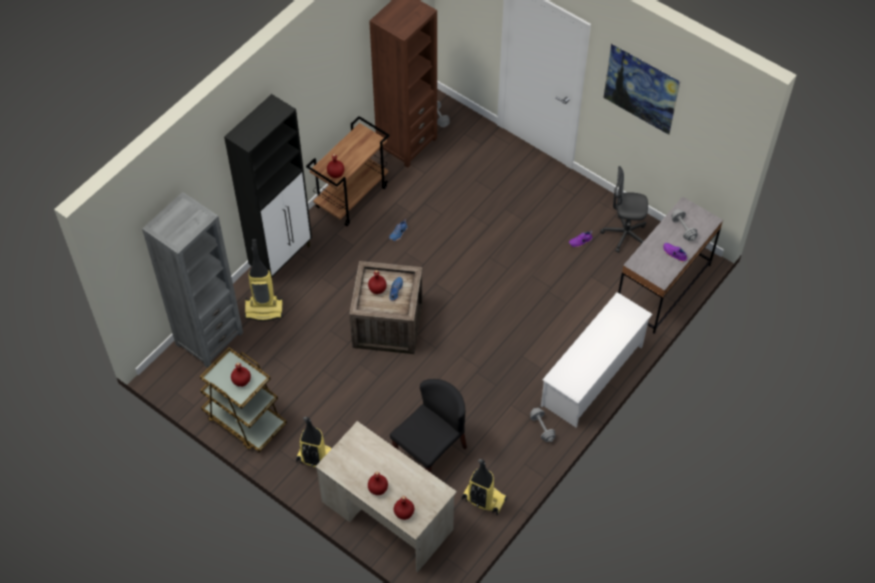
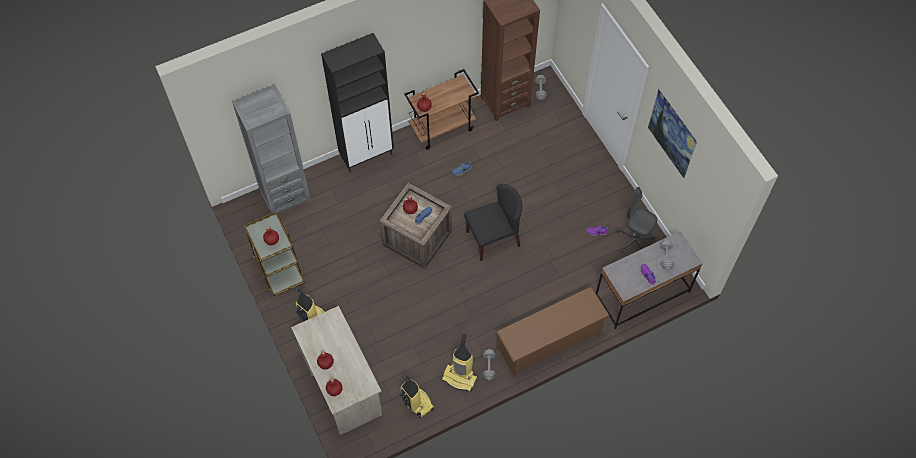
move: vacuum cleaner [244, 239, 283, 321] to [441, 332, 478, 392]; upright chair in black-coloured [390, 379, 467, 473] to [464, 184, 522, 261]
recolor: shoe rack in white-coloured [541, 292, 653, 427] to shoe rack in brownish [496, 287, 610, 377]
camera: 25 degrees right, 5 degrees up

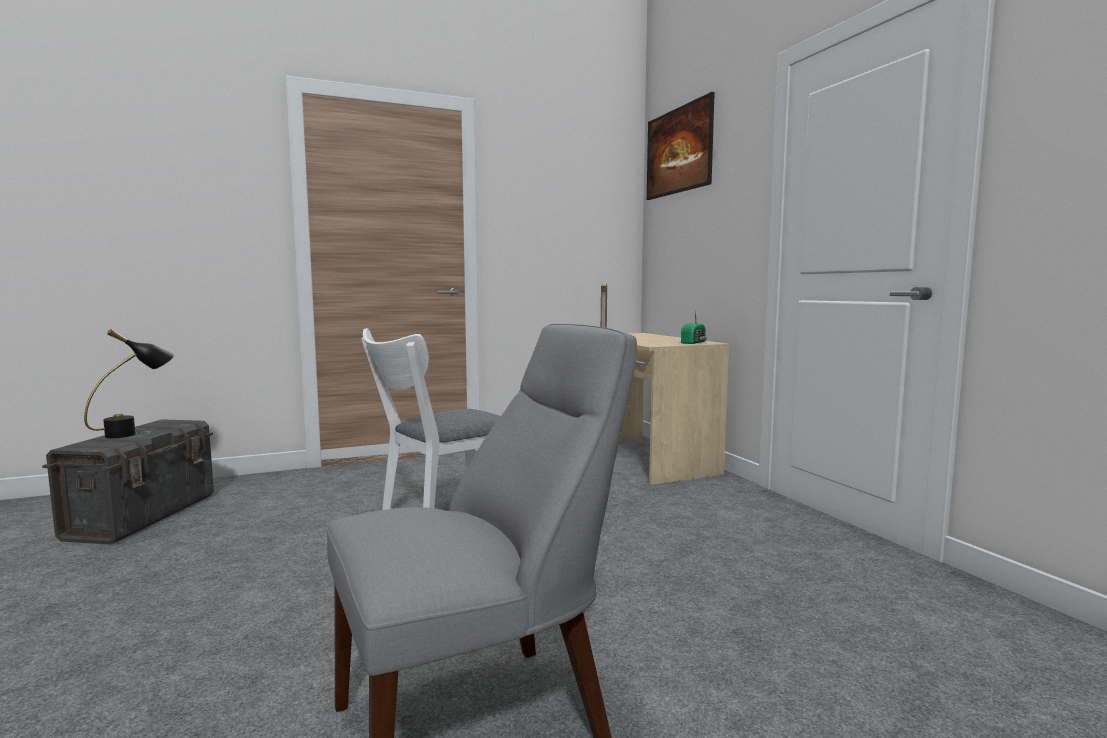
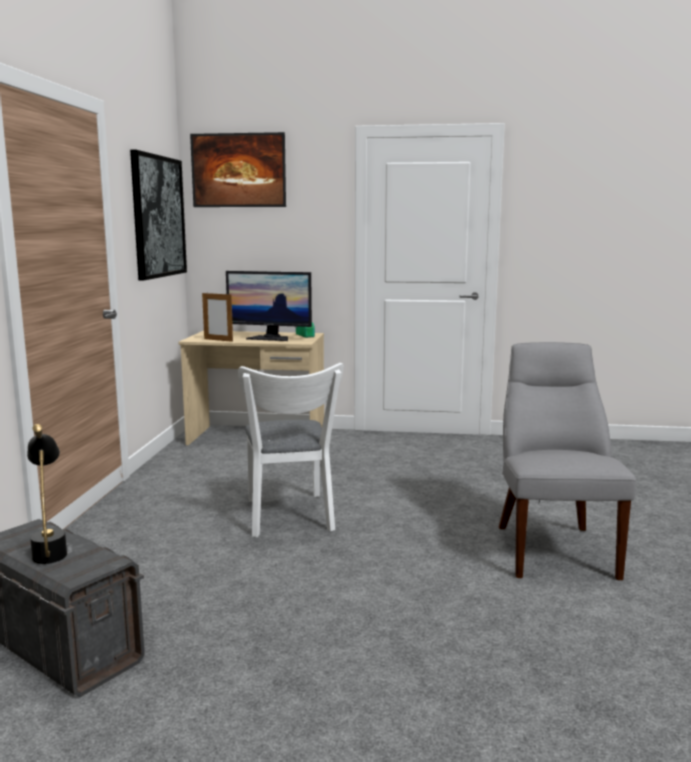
insert: wall picture [130, 150, 187, 281]; computer display [226, 271, 312, 341]
camera: 60 degrees left, 5 degrees up

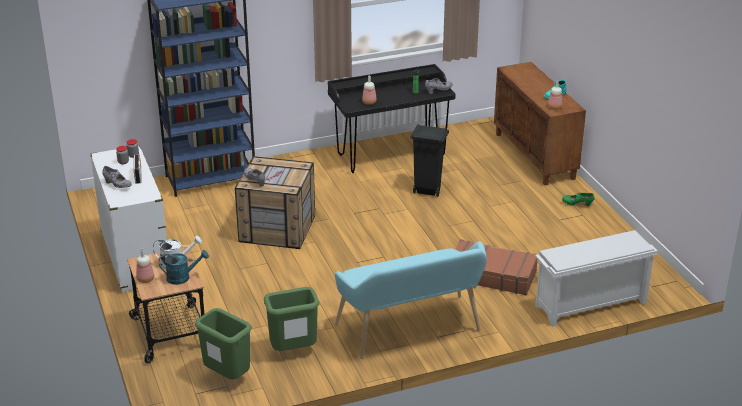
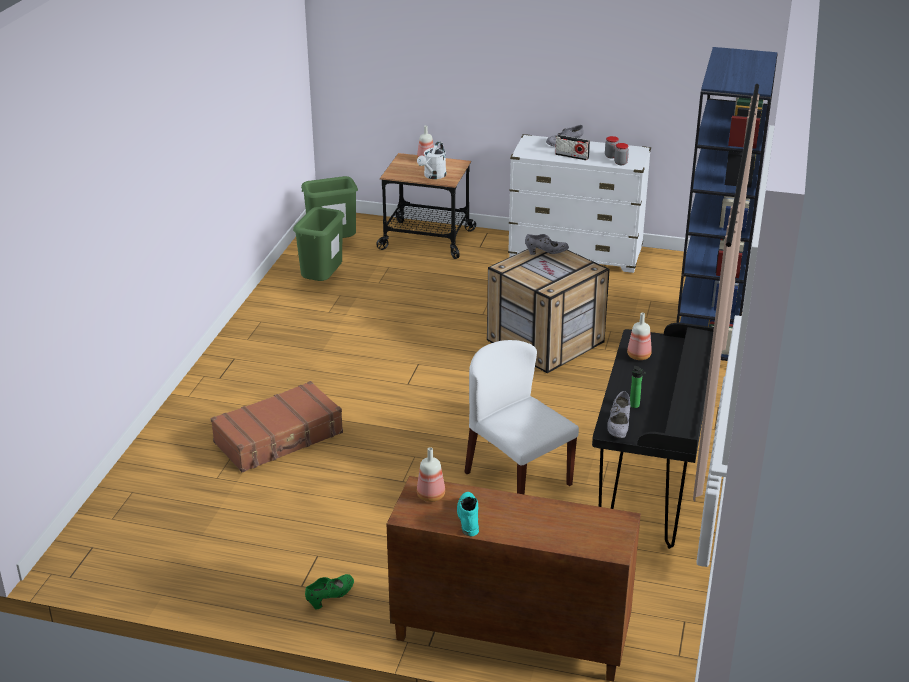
delete: watering can in turquoise [159, 250, 209, 285]; bench in turquoise [335, 241, 487, 359]; shoe rack in white-coloured [535, 230, 658, 327]
replace: rubbish bin in black-coloured [410, 125, 449, 197] to upright chair in white-coloured [464, 340, 579, 495]
camera: 125 degrees right, 0 degrees up

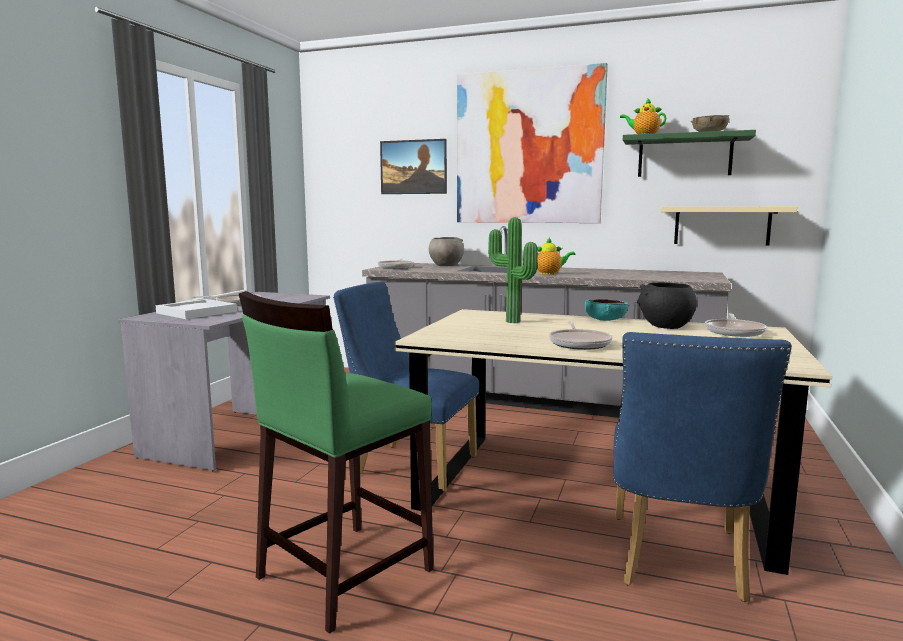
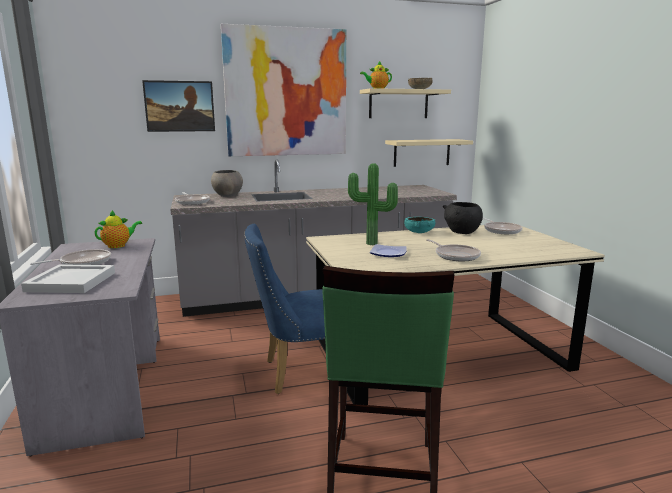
delete: upright chair in bluish [613, 332, 792, 602]
insert: plate [370, 244, 407, 257]
move: pot for tea [537, 237, 575, 275] to [94, 210, 142, 248]
recolor: bracket shelf in greenish [623, 130, 756, 177] to bracket shelf in sand-coloured [360, 88, 451, 118]
camera: 35 degrees left, 5 degrees up

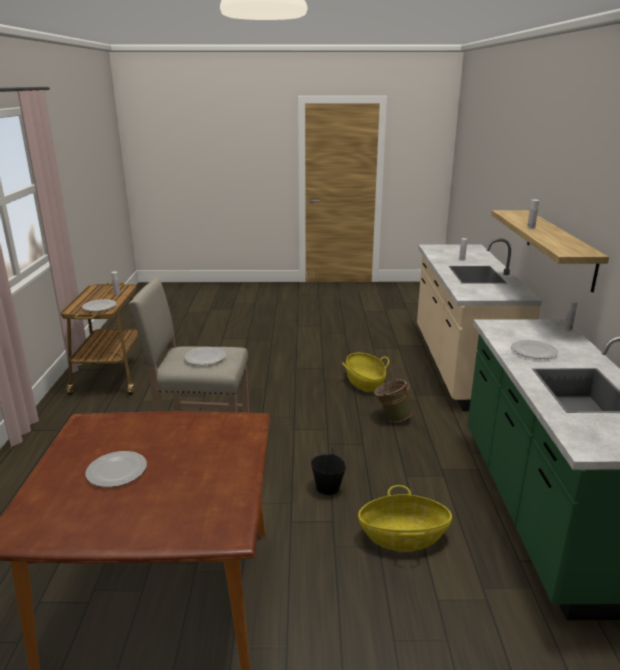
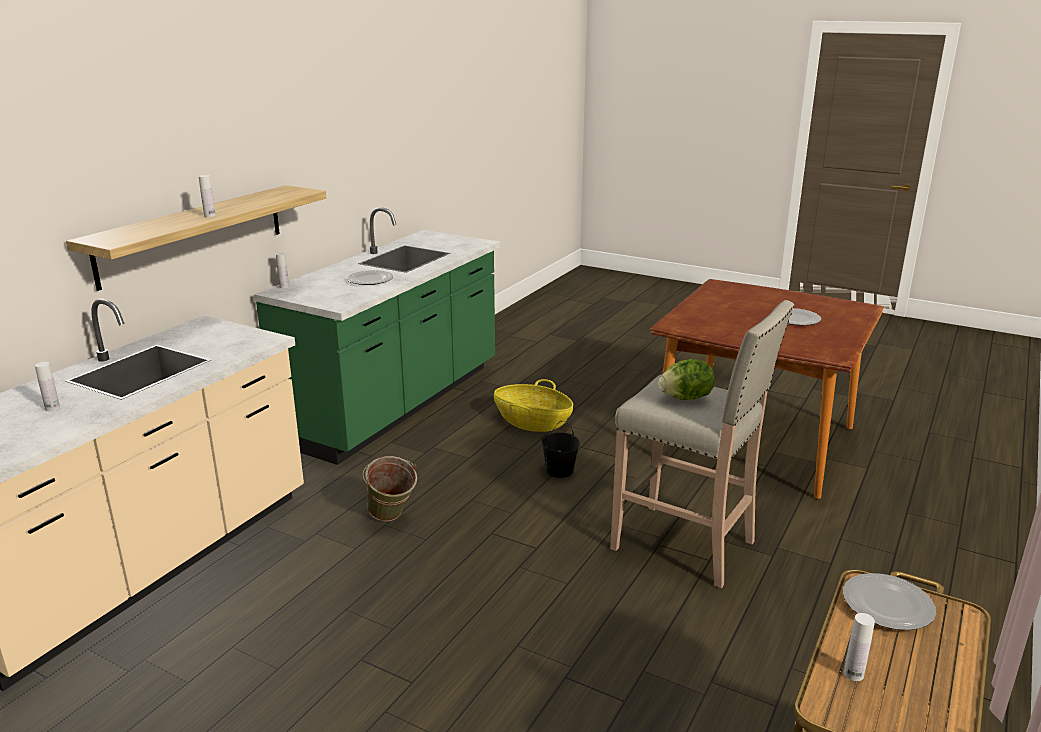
delete: storage basket [342, 353, 389, 392]
replace: plate [184, 347, 226, 365] to lettuce [658, 359, 714, 400]
camera: 150 degrees left, 0 degrees up

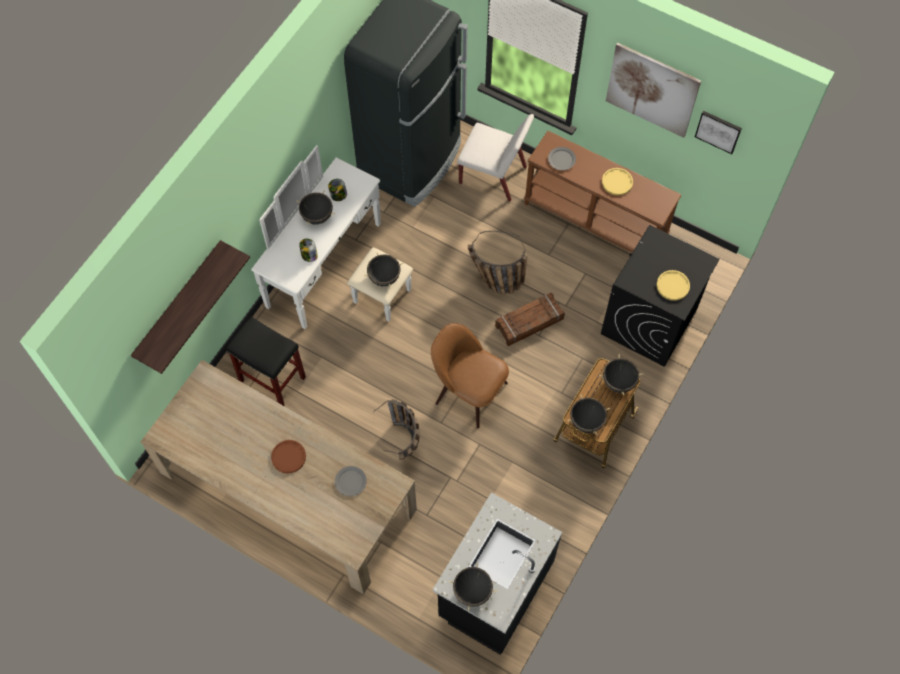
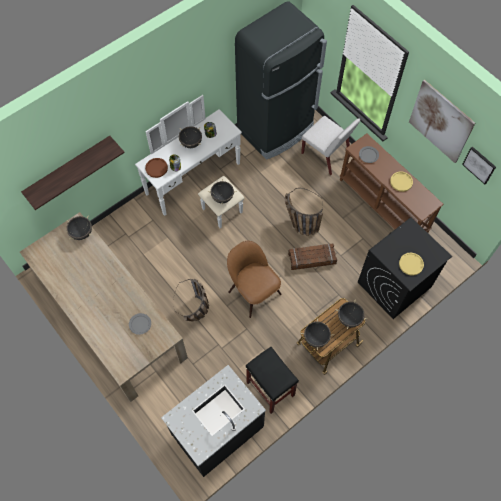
move: cooking pot in black-coloured [449, 562, 497, 611] to [66, 216, 92, 240]; plate in brownish [271, 440, 306, 473] to [145, 158, 168, 178]; stool in black-coloured [226, 316, 306, 406] to [246, 347, 299, 414]
camera: 20 degrees right, 0 degrees up

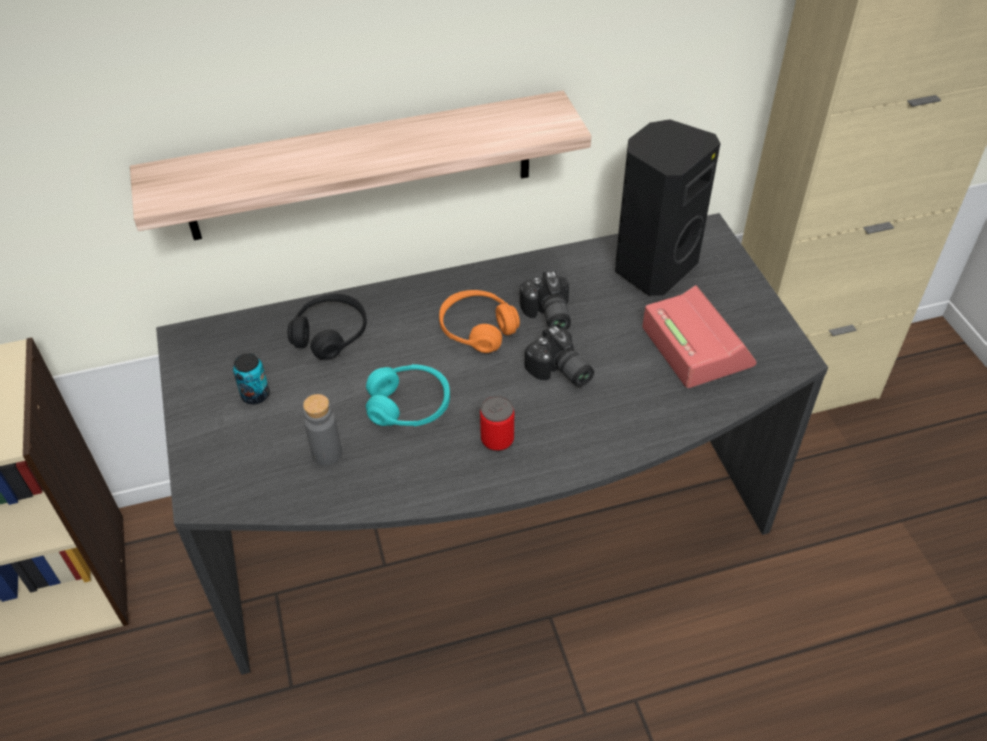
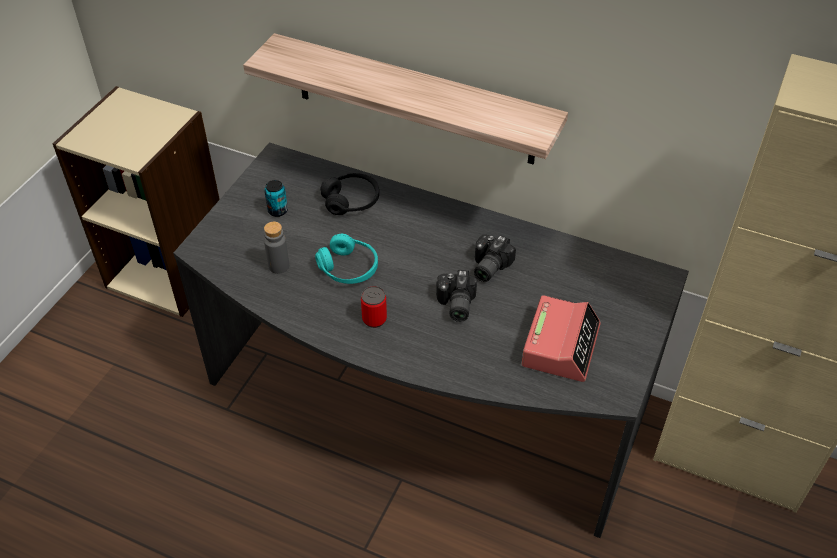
delete: pair of headphones in orange [439, 290, 520, 353]; audio speaker in black-coloured [615, 119, 721, 296]
camera: 40 degrees right, 0 degrees up

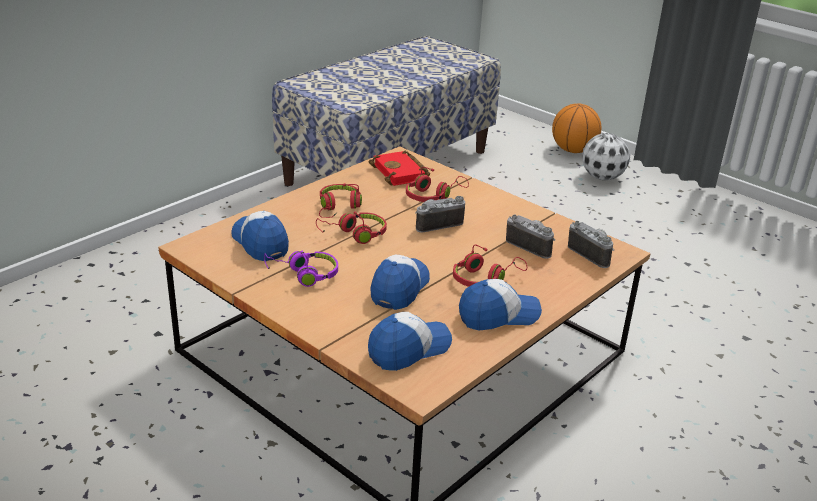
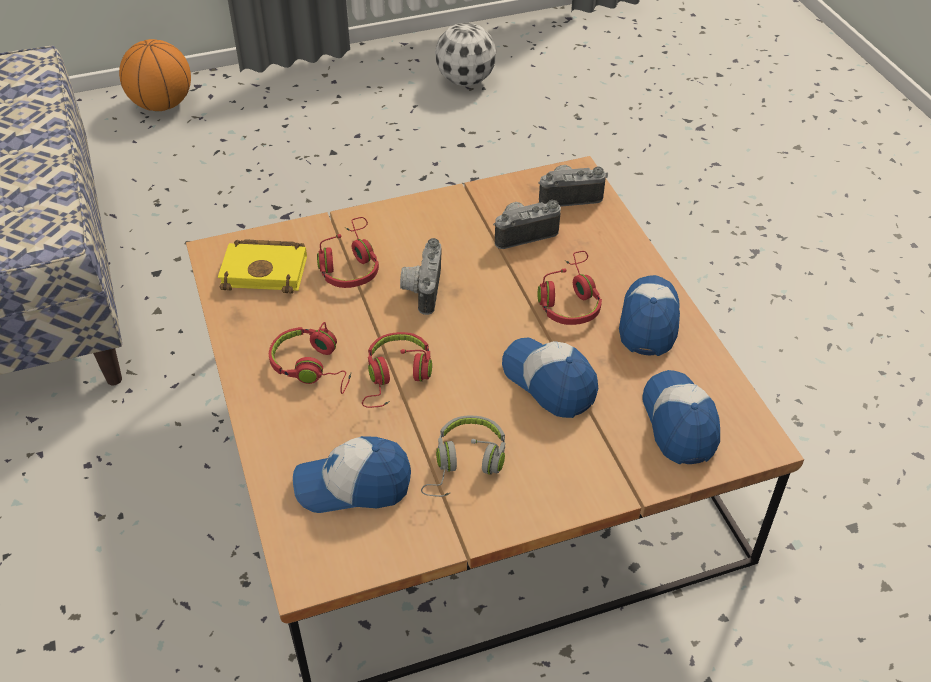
move: ball for football [582, 133, 630, 180] to [435, 23, 496, 86]
recolor: volume in reddish [369, 151, 430, 186] to volume in yellow-coloured [218, 239, 307, 293]; pair of headphones in purple-coloured [264, 251, 338, 287] to pair of headphones in grey [421, 415, 505, 497]
camera: 60 degrees left, 15 degrees up

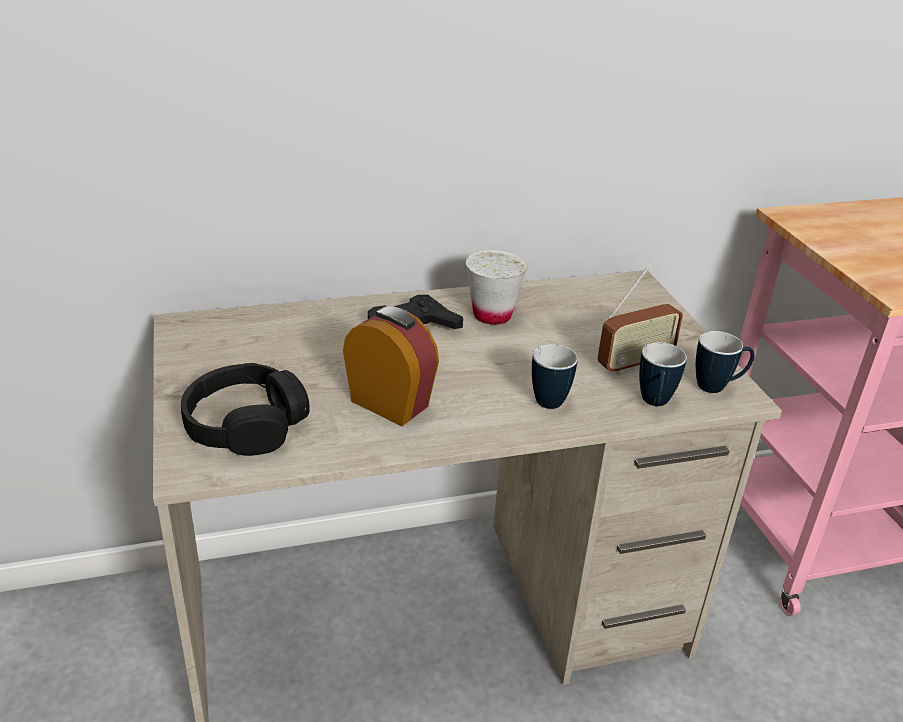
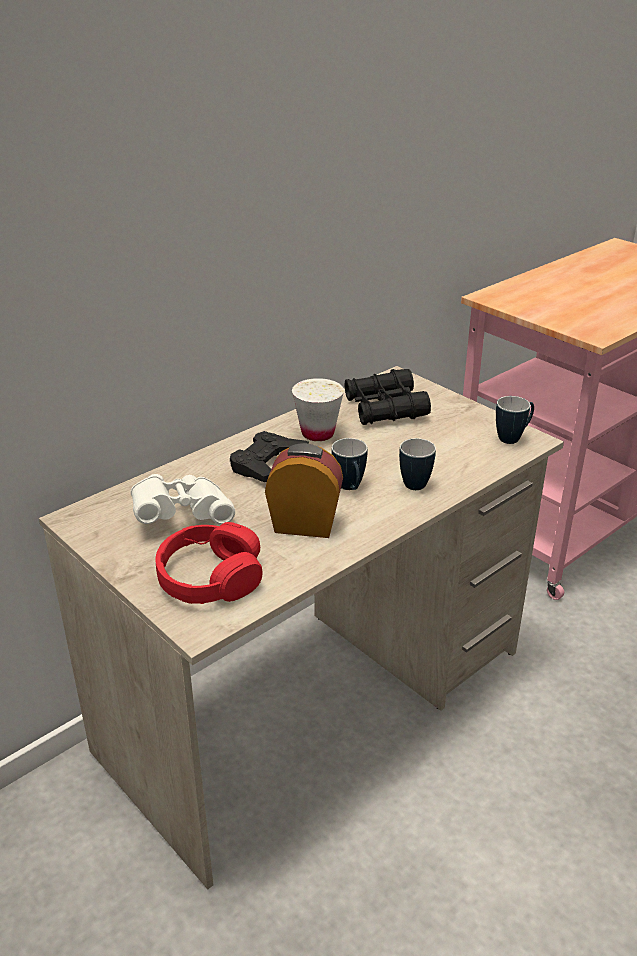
delete: radio receiver [598, 268, 683, 375]
insert: binoculars in white-coloured [131, 474, 235, 524]; binoculars in black-coloured [344, 369, 431, 425]
move: coffee mug [639, 342, 687, 406] to [331, 438, 367, 490]
recolor: pair of headphones in black-coloured [181, 363, 310, 456] to pair of headphones in reddish [156, 522, 262, 604]
camera: 25 degrees left, 0 degrees up

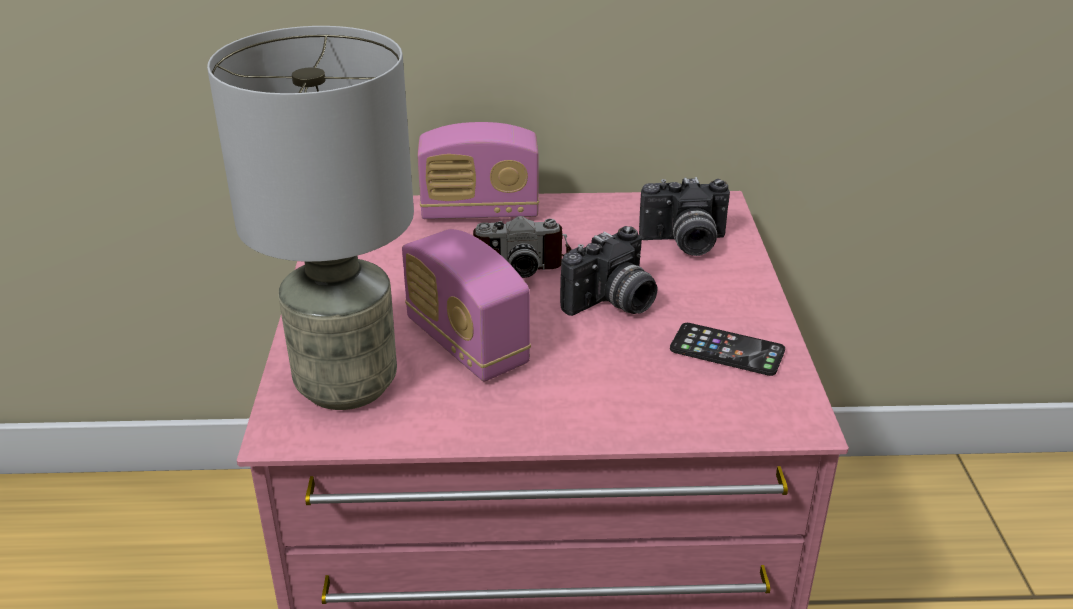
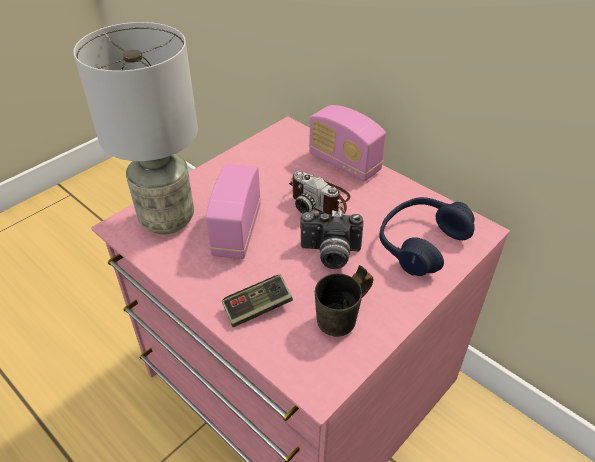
insert: joypad [222, 275, 293, 327]
replace: phone [670, 323, 785, 376] to coffee mug in grey [315, 265, 373, 337]; still camera [639, 177, 730, 256] to pair of headphones in bluish [379, 197, 475, 276]
camera: 45 degrees right, 10 degrees up

